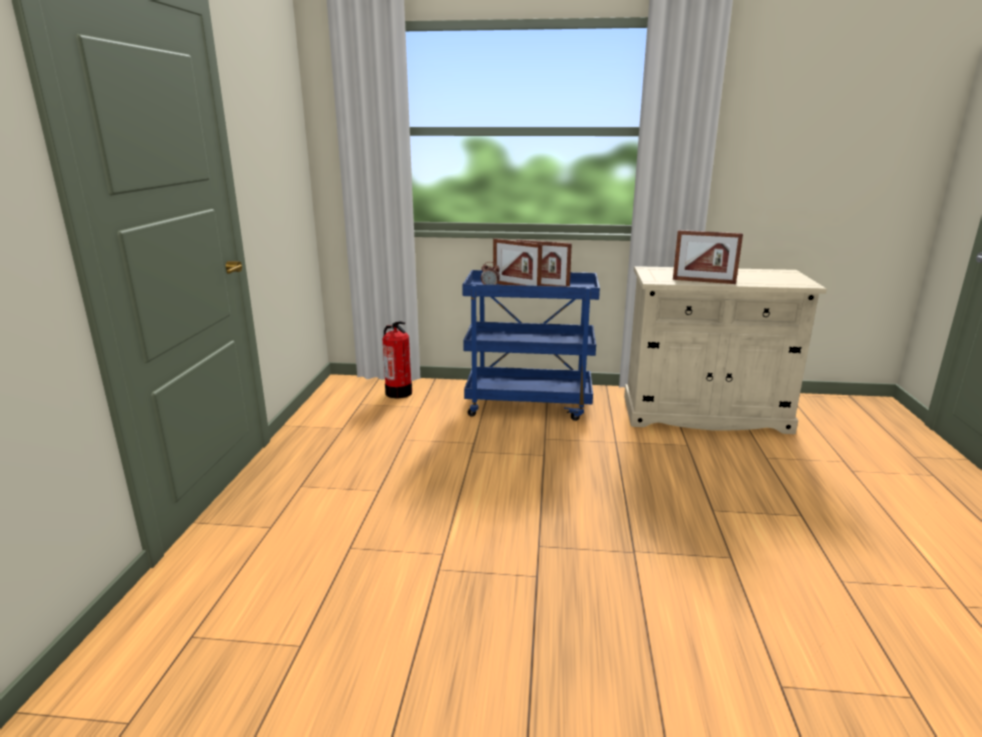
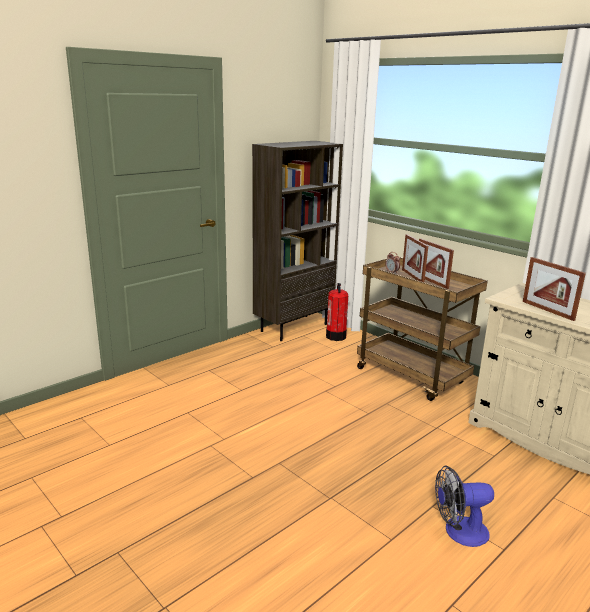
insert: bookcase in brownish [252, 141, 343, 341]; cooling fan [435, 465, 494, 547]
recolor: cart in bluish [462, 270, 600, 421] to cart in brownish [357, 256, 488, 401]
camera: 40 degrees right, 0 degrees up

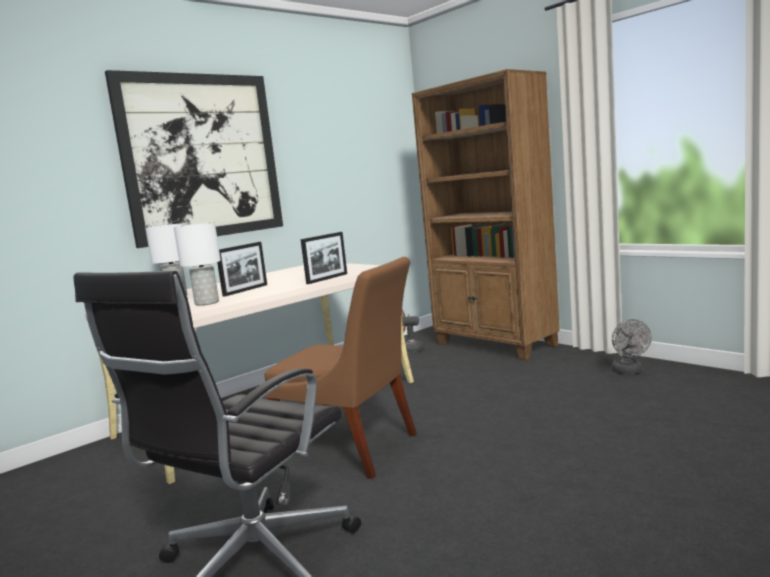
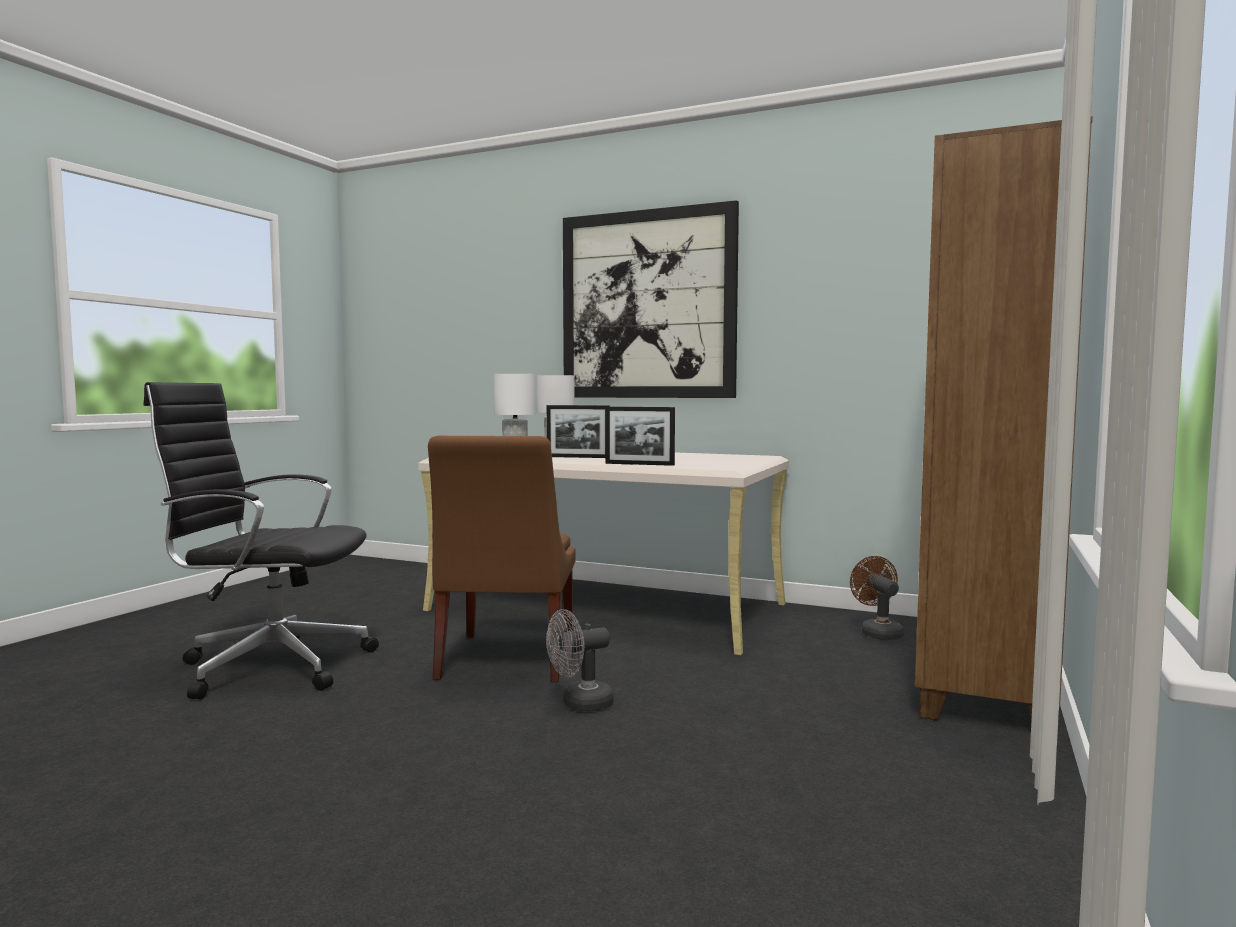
move: cooling fan in grey [612, 319, 652, 374] to [546, 609, 614, 711]
camera: 65 degrees right, 5 degrees down

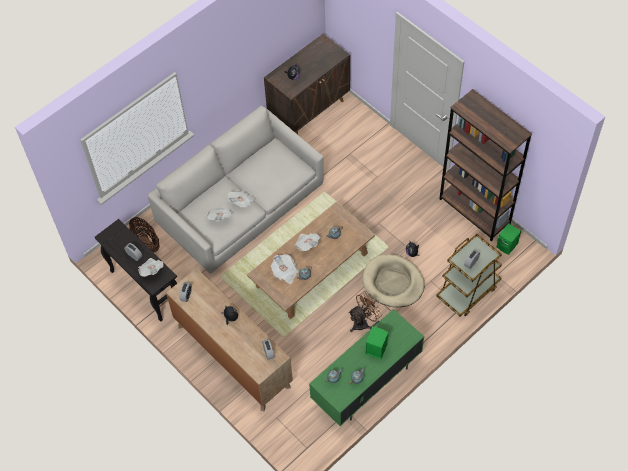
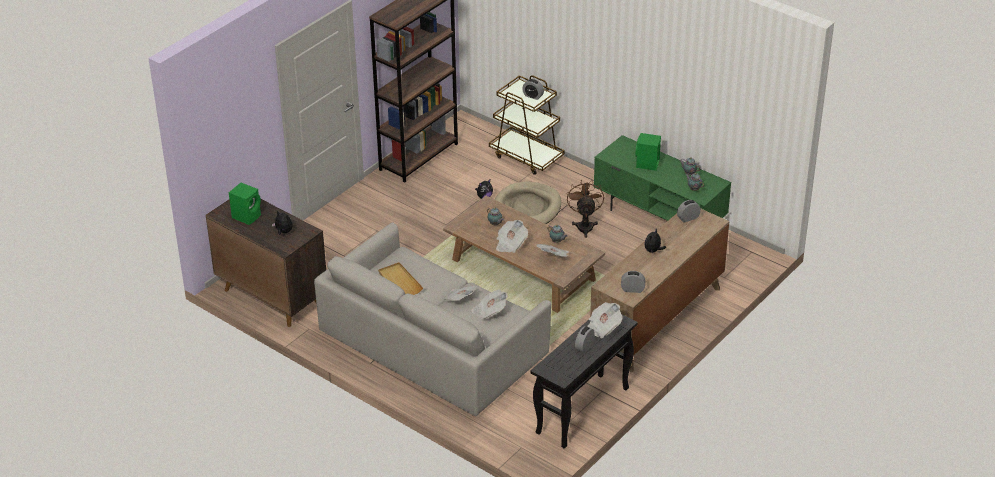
delete: storage basket [129, 217, 159, 253]
insert: carrying tray in sand-coloured [378, 262, 423, 295]
move: audio speaker in greenish [496, 223, 521, 255] to [229, 183, 261, 225]
rotate: cooling fan in brownish [349, 291, 382, 332] = [567, 180, 604, 238] 45 degrees clockwise
camera: 100 degrees left, 20 degrees down

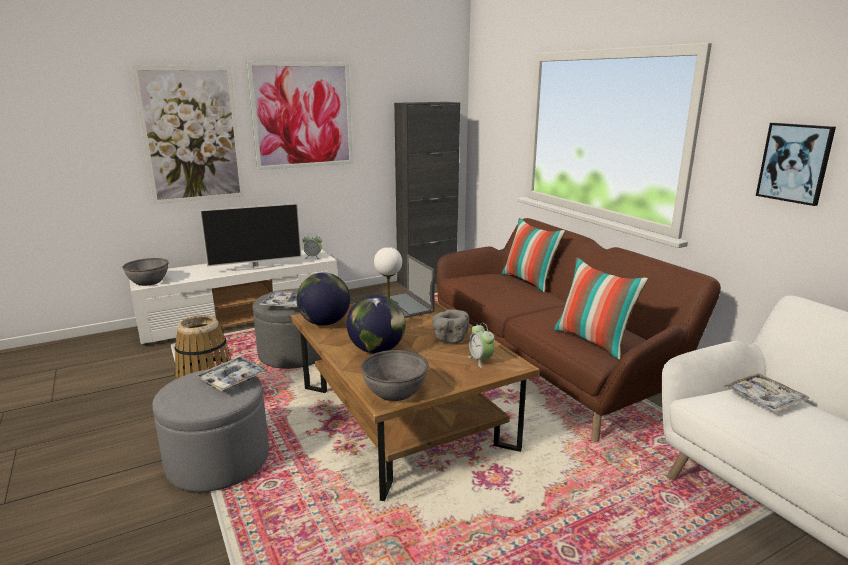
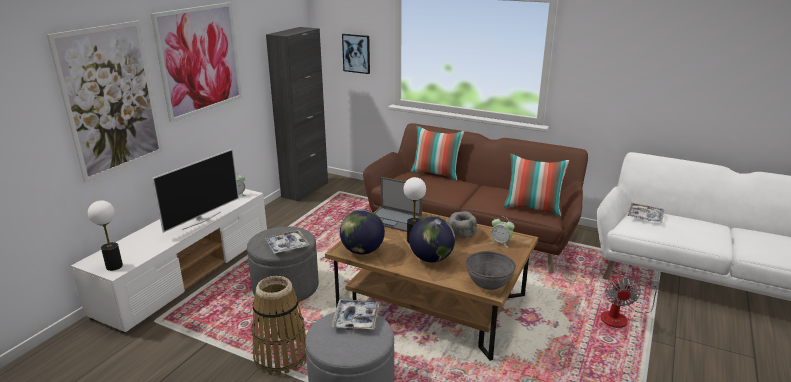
insert: cooling fan [601, 275, 660, 328]
move: wall picture [756, 123, 836, 206] to [342, 34, 370, 74]
replace: deep dish in grey [122, 258, 169, 286] to table lamp [88, 200, 123, 271]
camera: 35 degrees left, 5 degrees up

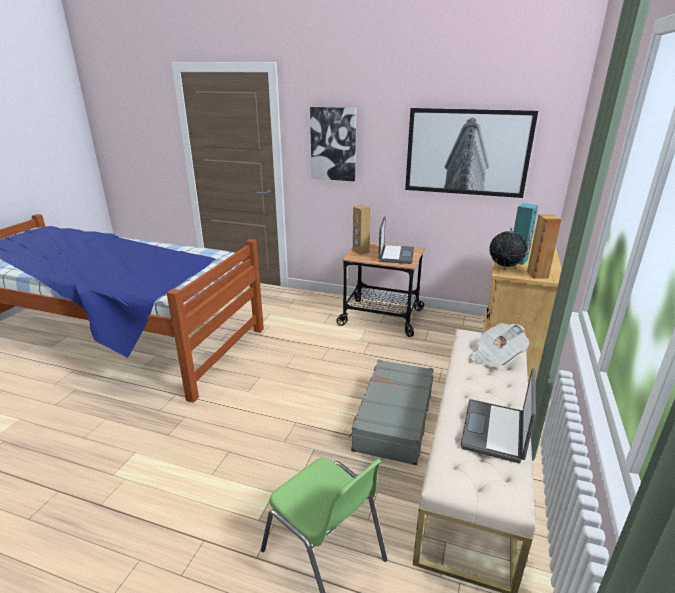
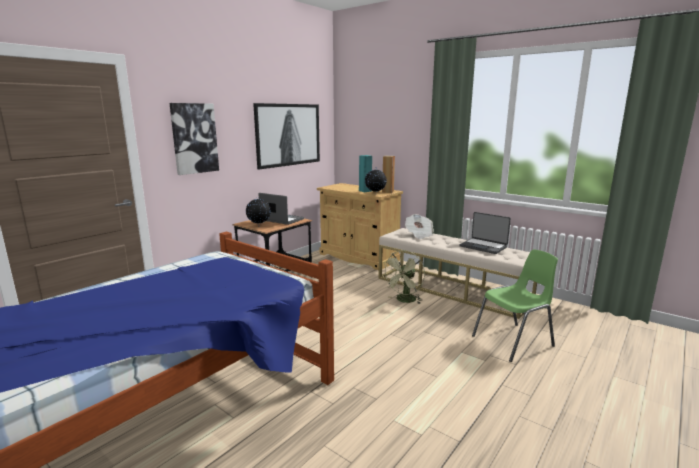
replace: audio speaker in brownish [353, 205, 371, 255] to world globe [246, 196, 271, 227]; piece of luggage in grey [349, 359, 434, 465] to cooling fan in greenish [382, 250, 425, 304]
camera: 70 degrees left, 10 degrees down

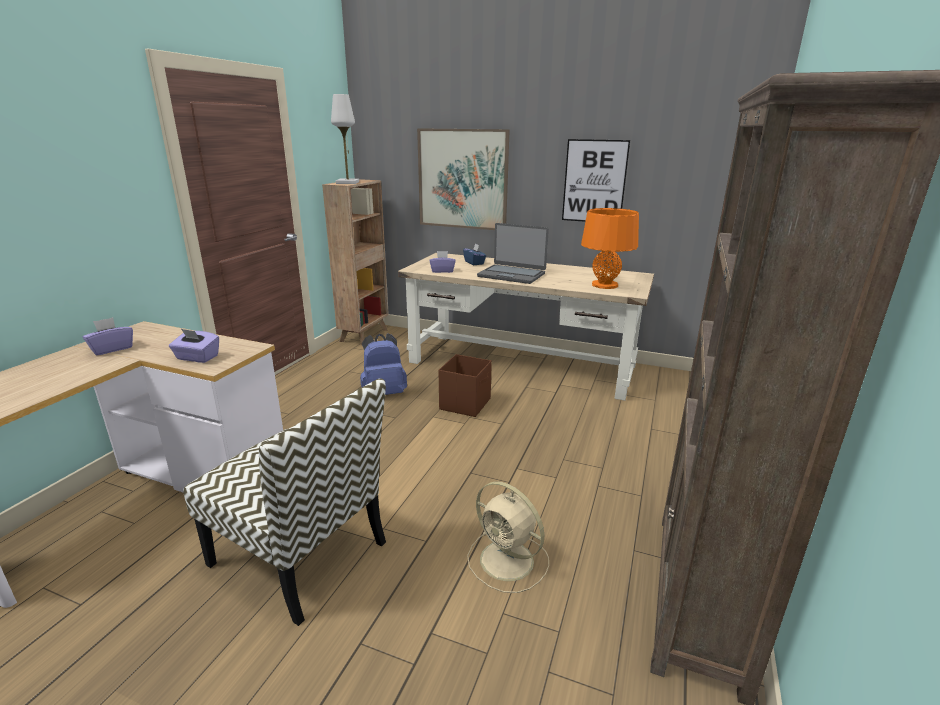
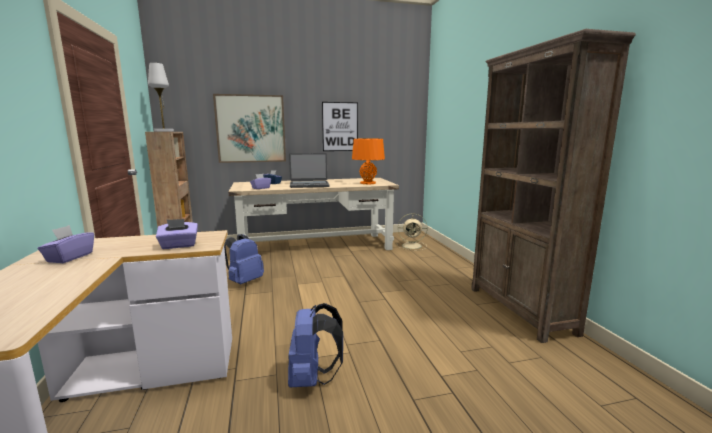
delete: storage container in brownish [439, 354, 492, 417]
move: cooling fan in sand-coloured [467, 481, 549, 593] to [397, 214, 428, 251]
replace: upright chair [183, 378, 386, 626] to knapsack in bluish [288, 303, 343, 388]
camera: 35 degrees left, 10 degrees down

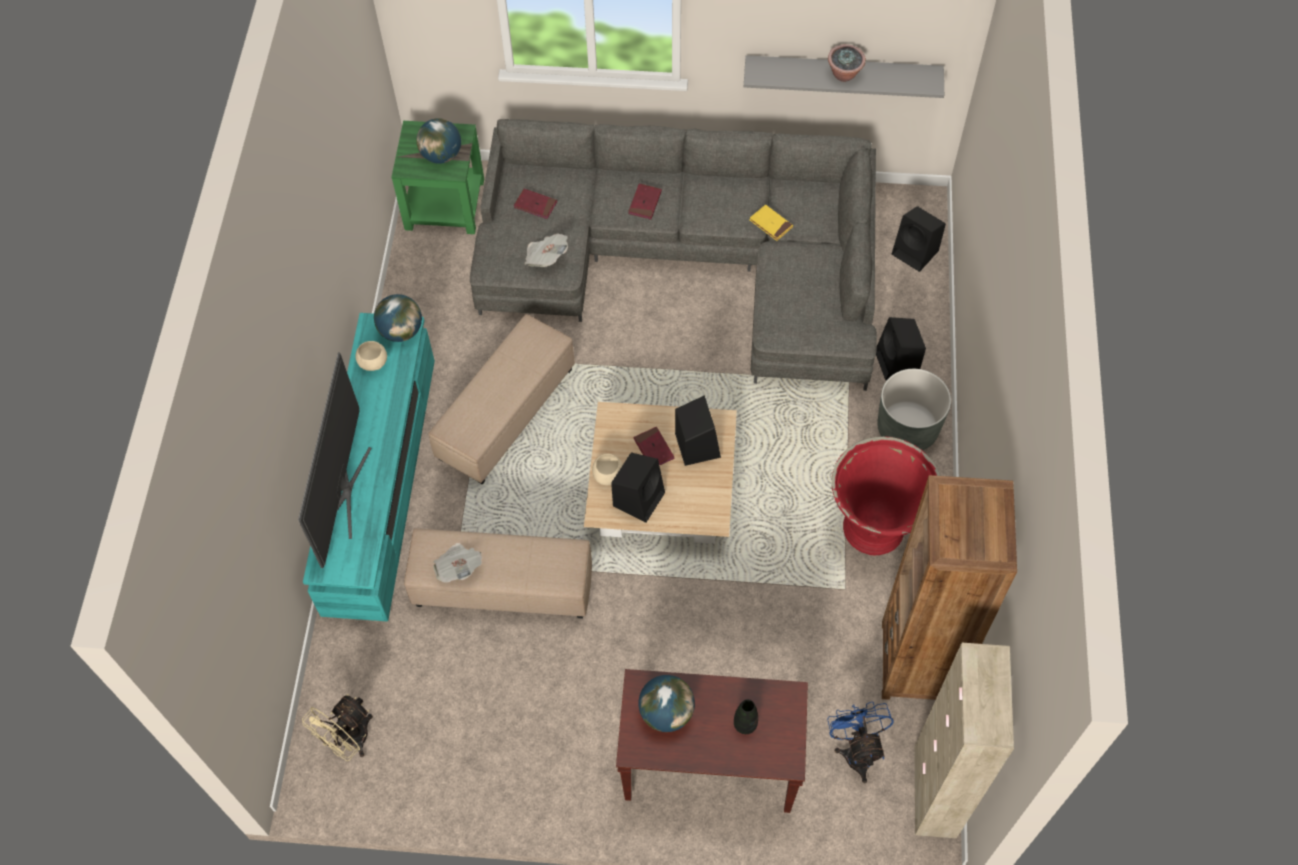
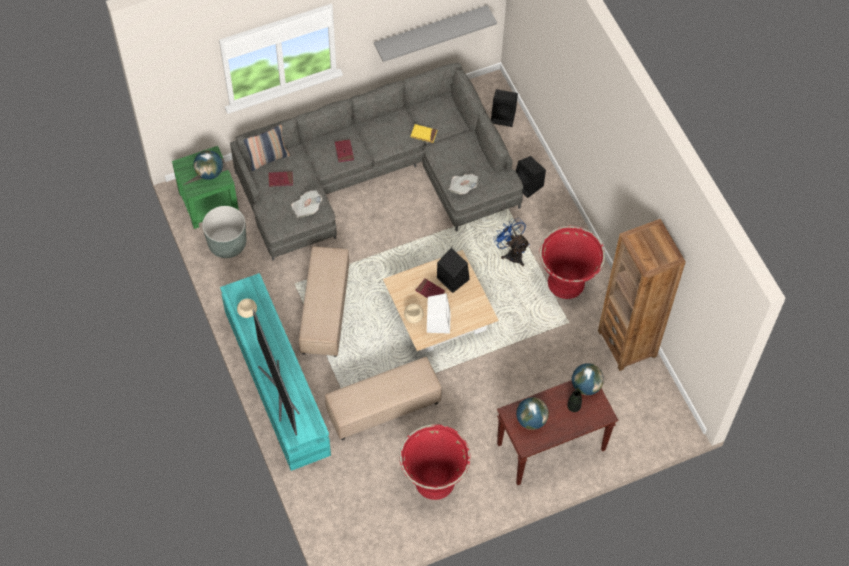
delete: cooling fan in sand-coloured [302, 694, 373, 761]; potted plant [828, 44, 866, 82]; cupboard in sand-coloured [914, 643, 1014, 838]
insert: cushion [244, 125, 290, 171]; planter in reddish [399, 424, 470, 500]
move: planter in grey [877, 369, 951, 451] to [202, 206, 246, 258]; daily paper [433, 543, 482, 583] to [448, 174, 478, 195]; cooling fan in bluish [827, 701, 894, 784] to [493, 218, 530, 267]; world globe [374, 294, 422, 342] to [572, 363, 604, 395]
recolor: audio speaker in black-coloured [611, 452, 665, 523] to audio speaker in white-coloured [427, 293, 451, 334]
camera: 30 degrees left, 0 degrees up

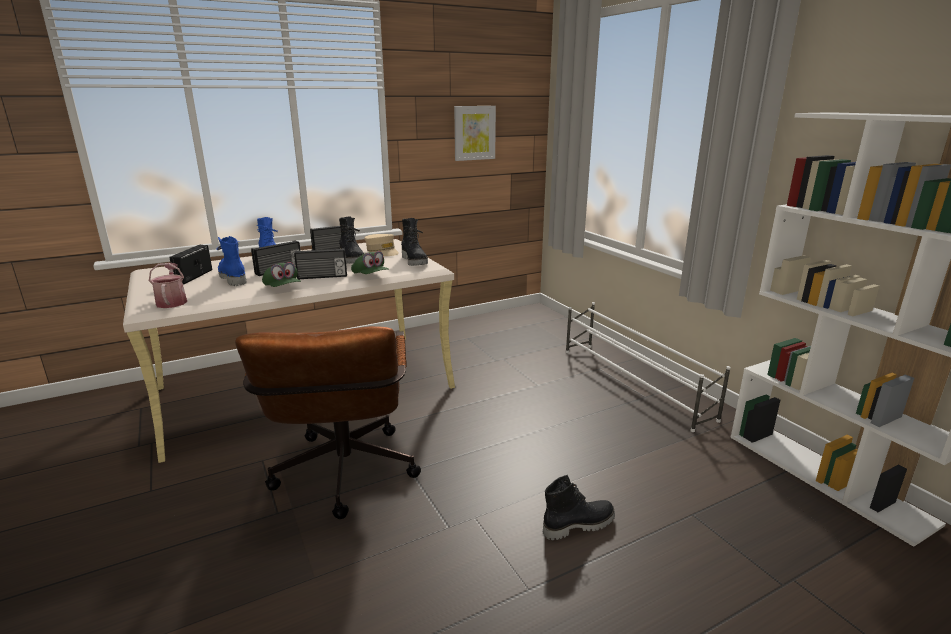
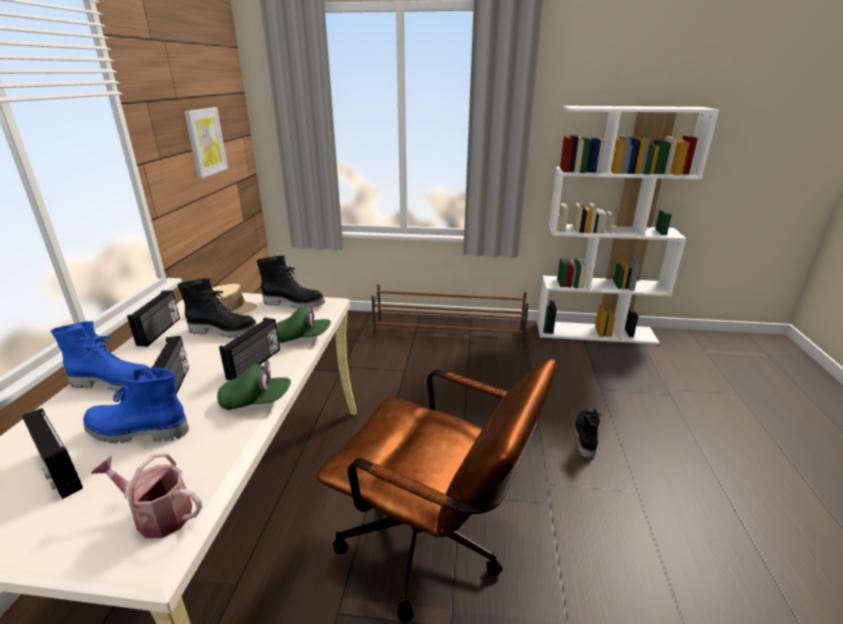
recolor: shoe rack in white-coloured [566, 302, 731, 432] to shoe rack in brownish [371, 284, 529, 346]
camera: 55 degrees left, 5 degrees up

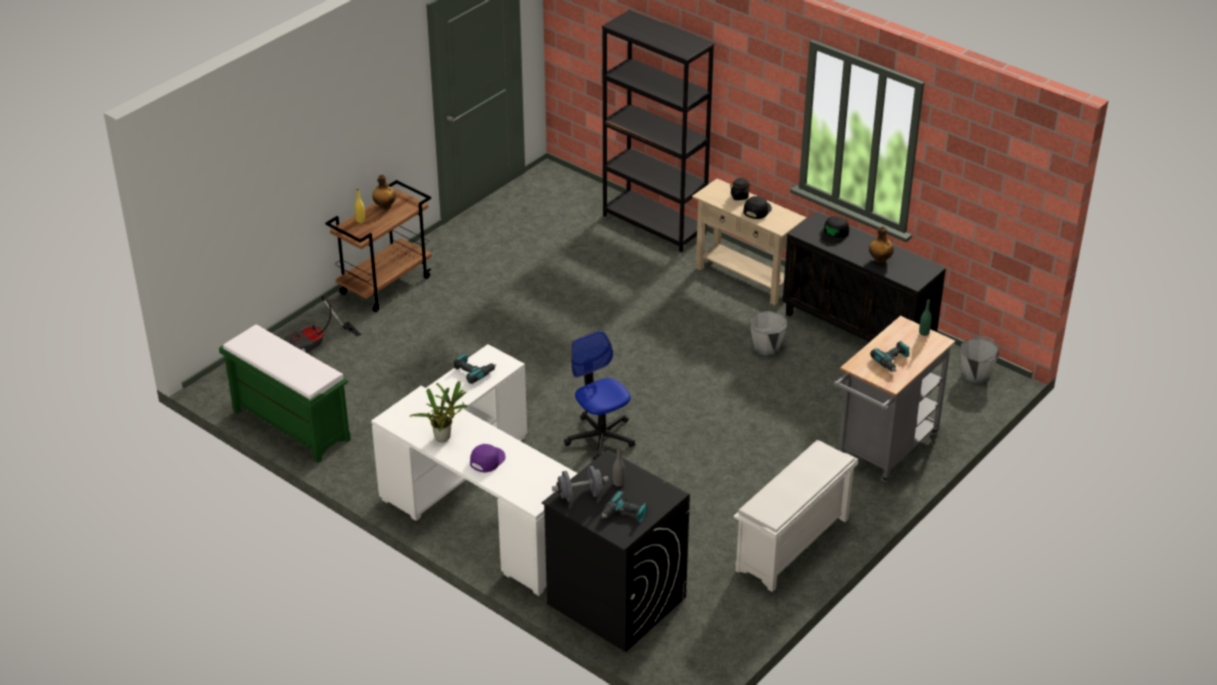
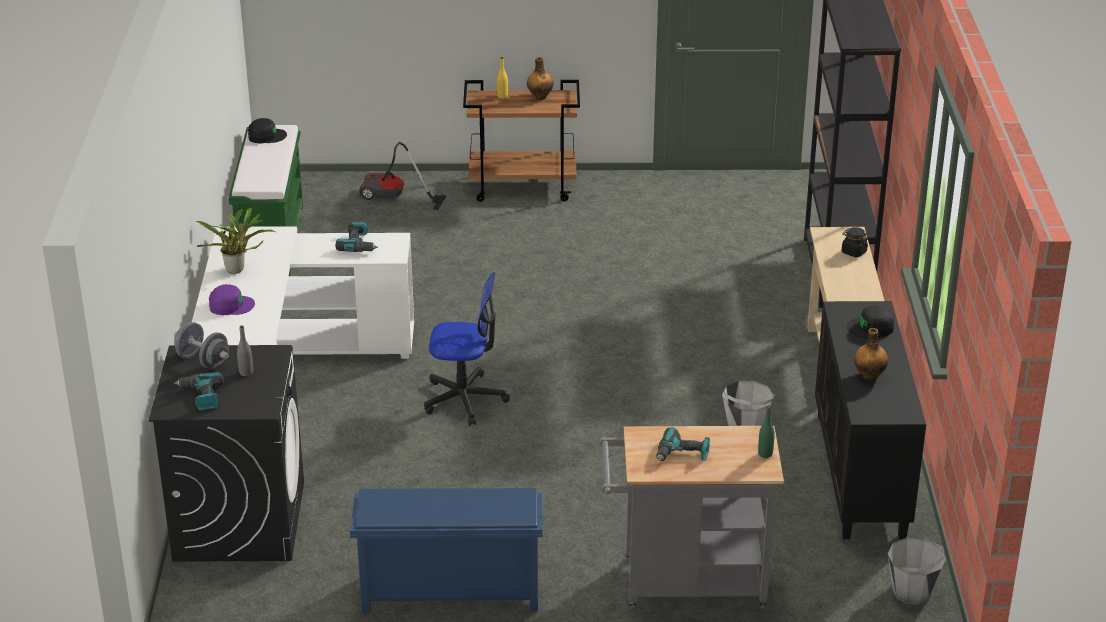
move: baseball cap in black-coloured [743, 196, 772, 219] to [248, 118, 287, 143]
recolor: shoe rack in white-coloured [734, 440, 858, 592] to shoe rack in bluish [350, 488, 543, 613]
rotate: desk chair [564, 331, 635, 460] = [424, 272, 510, 426] 75 degrees clockwise
camera: 50 degrees right, 5 degrees down

